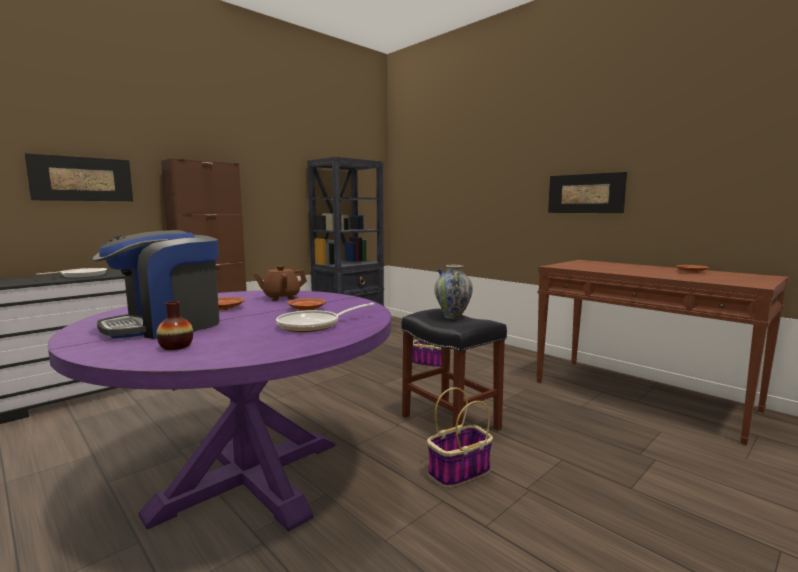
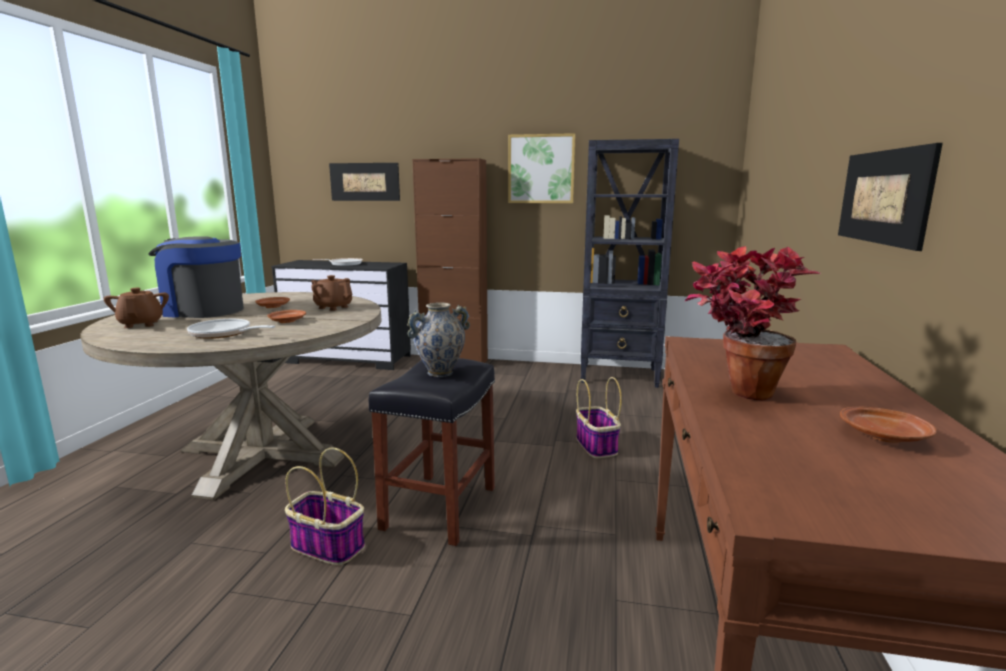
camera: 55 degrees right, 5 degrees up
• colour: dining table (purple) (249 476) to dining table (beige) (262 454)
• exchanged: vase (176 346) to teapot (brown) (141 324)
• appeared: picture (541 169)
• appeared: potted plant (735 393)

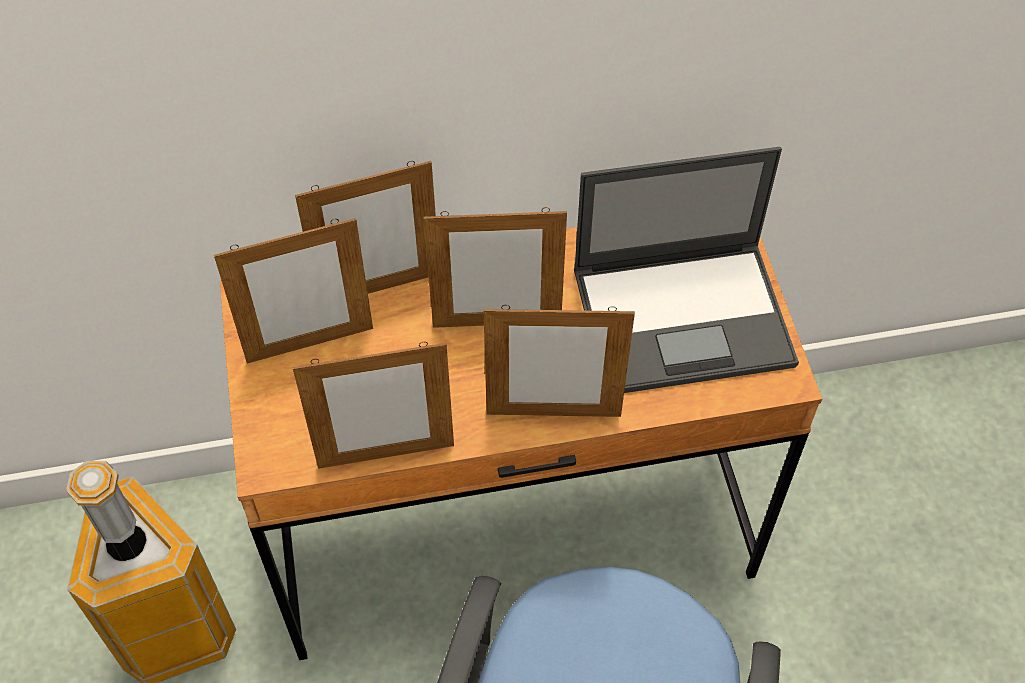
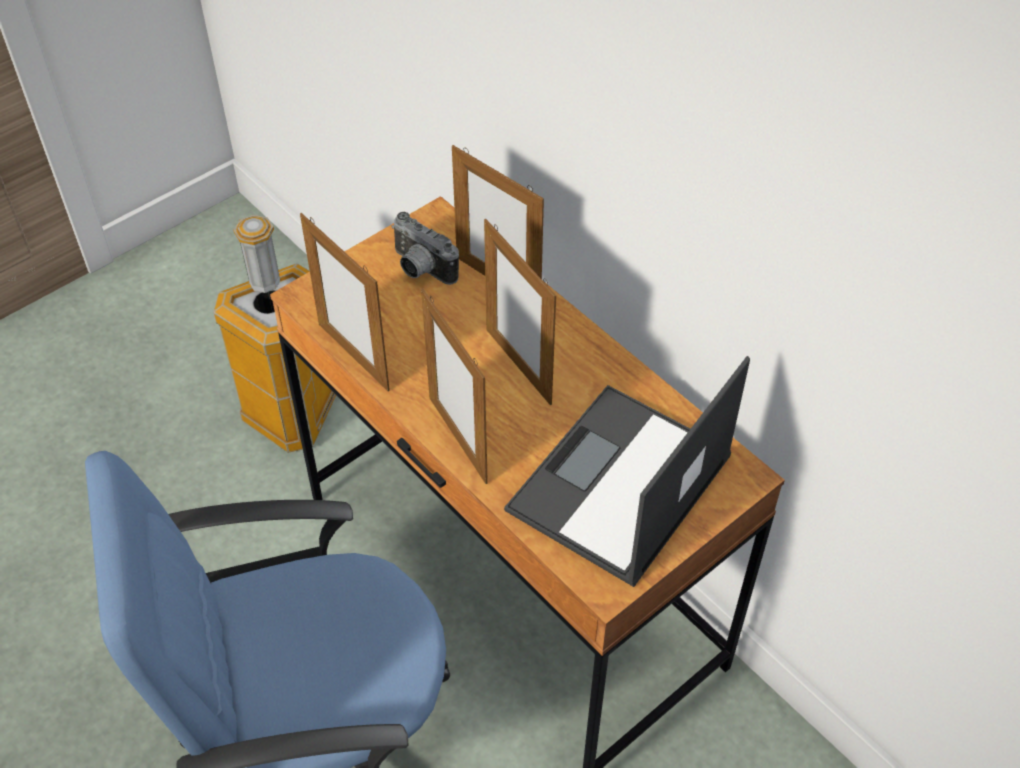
camera: 60 degrees right, 5 degrees down
• exchanged: picture frame (310 345) to photo camera (420 269)
• spun: laptop (685 317) = (618 486) 75 degrees clockwise

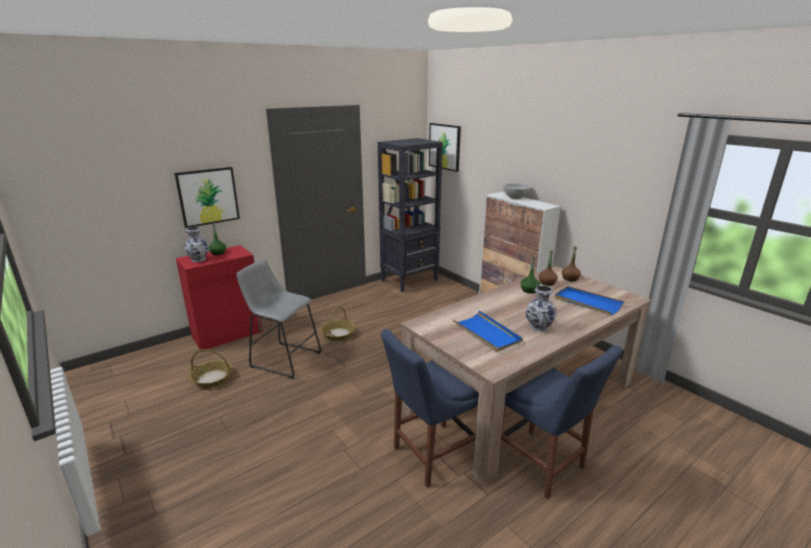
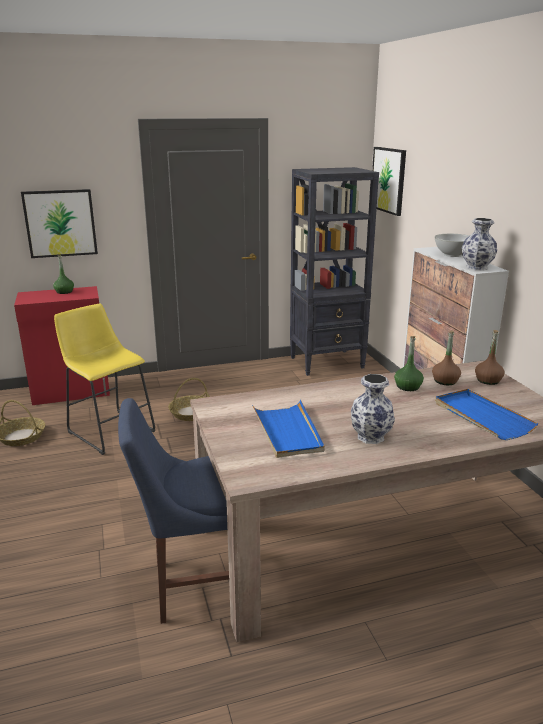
camera: 20 degrees right, 0 degrees up
• colour: stool (grey) (283 358) to stool (yellow) (109 430)
• relocated: vase (198 259) to (477 268)
• missing: chair (blue) (542 465)

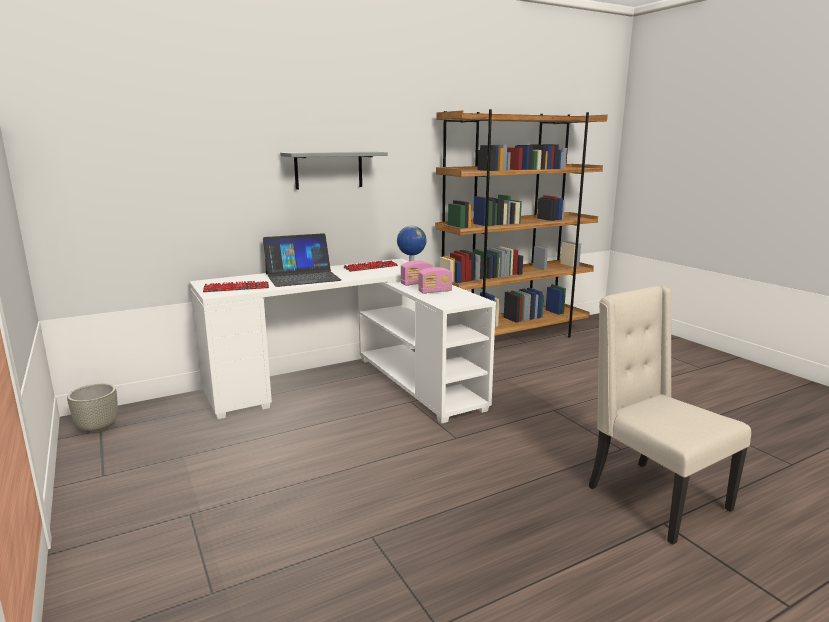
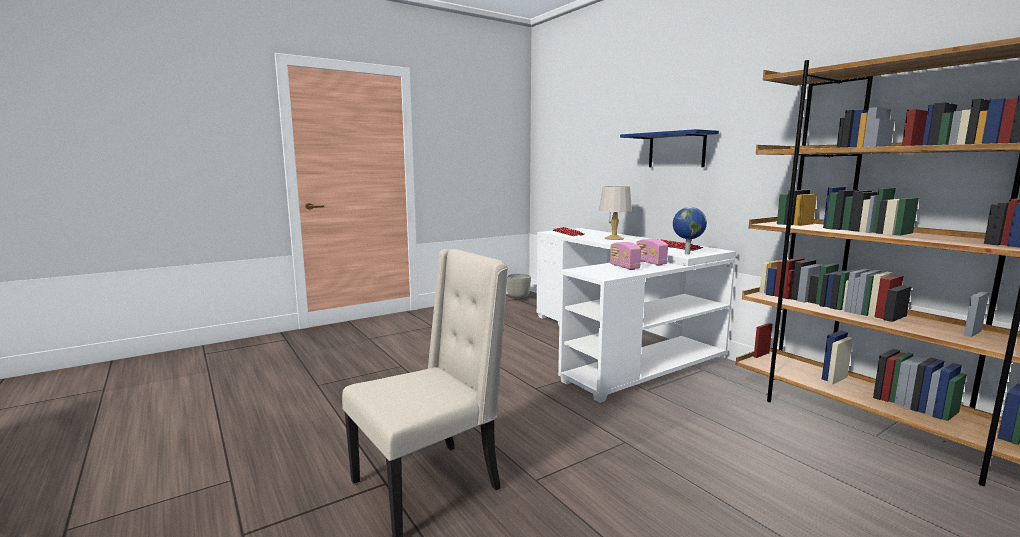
camera: 85 degrees right, 5 degrees down
• exchanged: laptop (302 277) to table lamp (grey) (614 238)
• colour: shelf (grey) (328 170) to shelf (blue) (676 150)

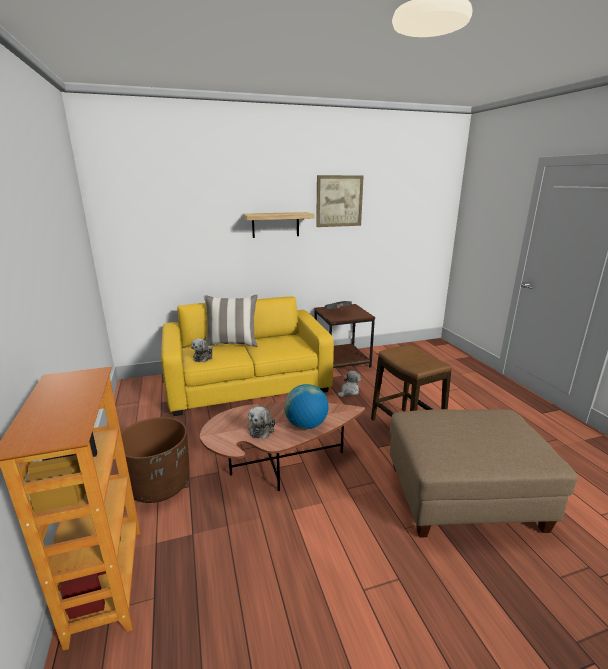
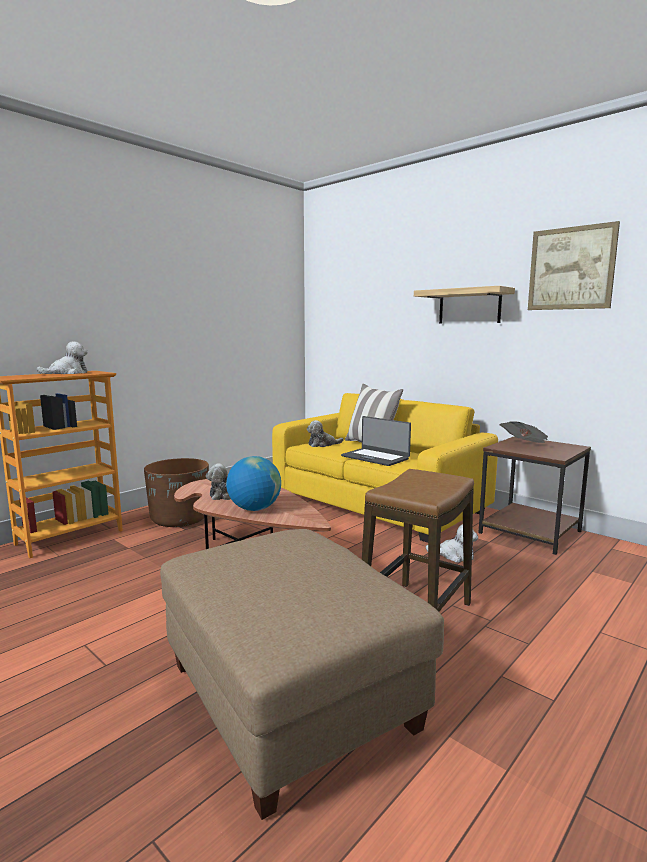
camera: 60 degrees right, 10 degrees down
• appeared: plush toy (67 373)
• appeared: laptop (375 457)

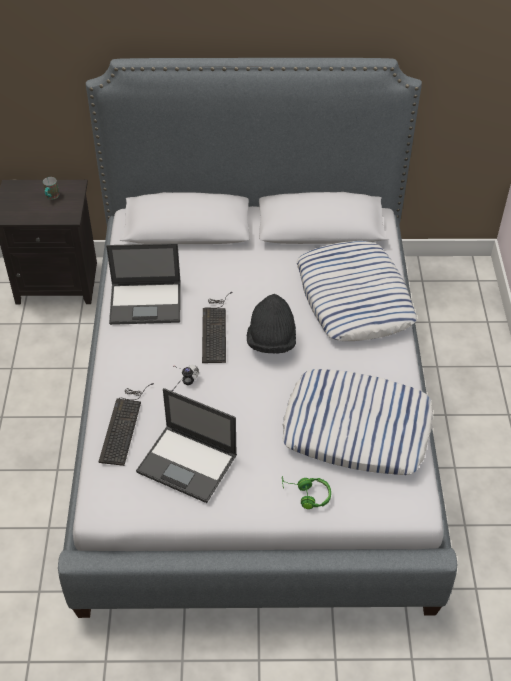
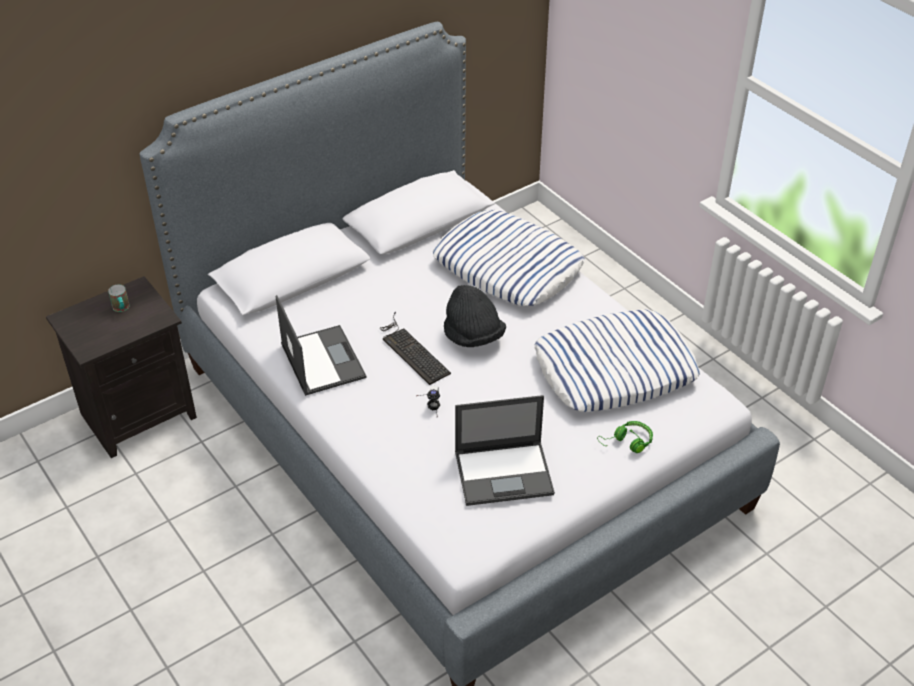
camera: 35 degrees left, 5 degrees down
• spun: laptop (146 303) = (322 360) 75 degrees counterclockwise
• missing: keyboard (124 423)

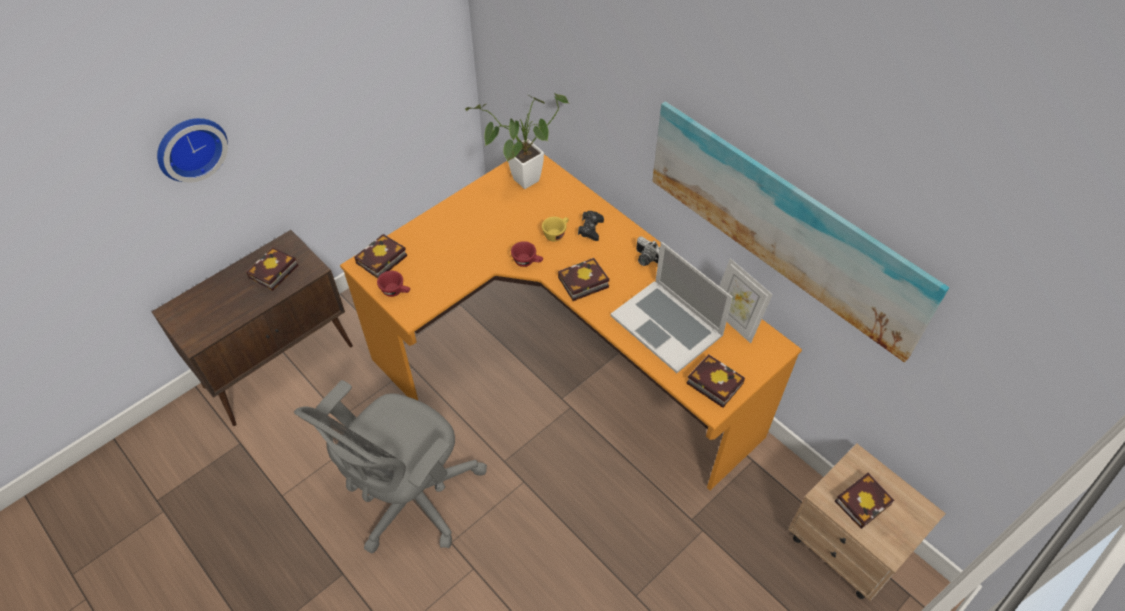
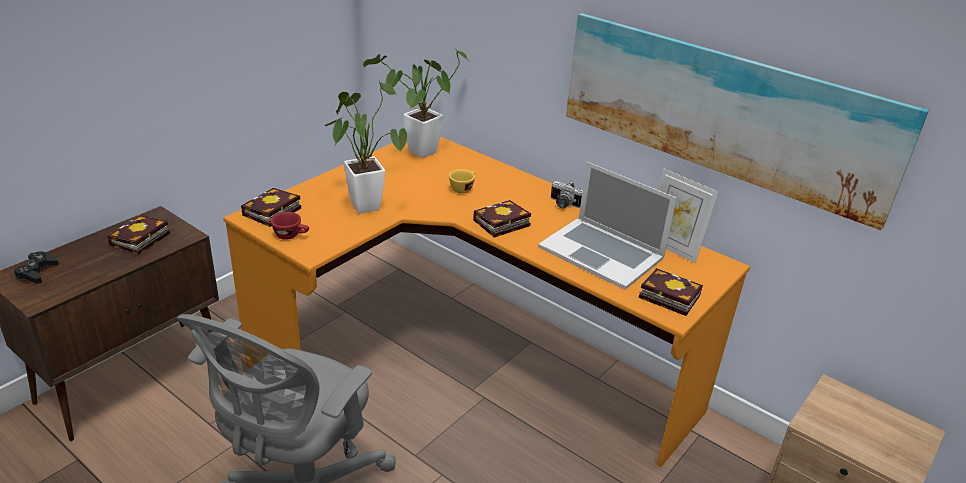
camera: 10 degrees left, 20 degrees down
• relocated: game controller (black) (590 228) to (37 272)
• appeared: potted plant (363 203)
• missing: wall clock (190 147)
• missing: cup (red) (527 261)
• missing: book (863 501)

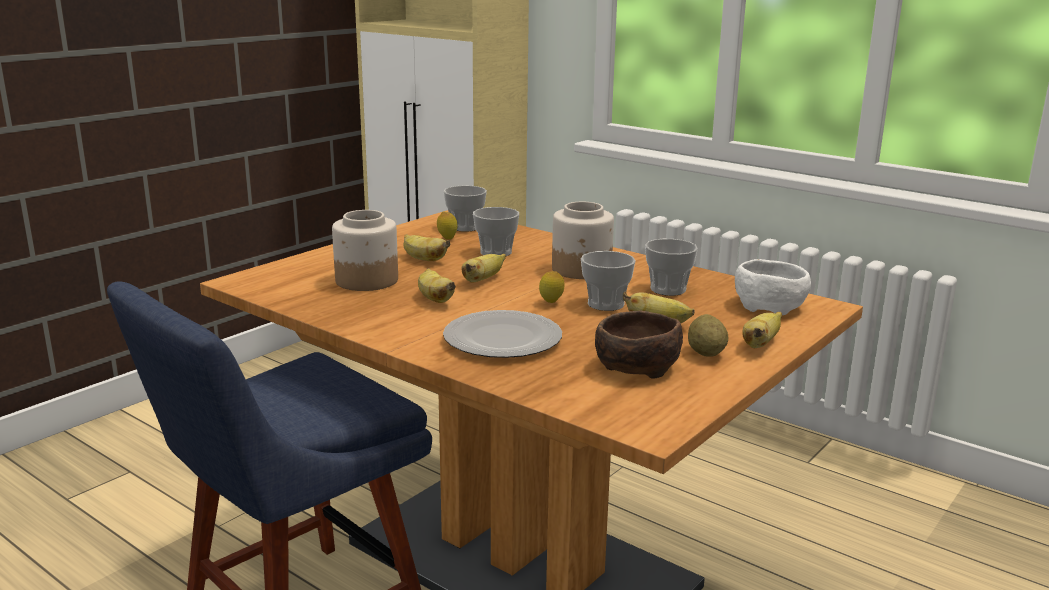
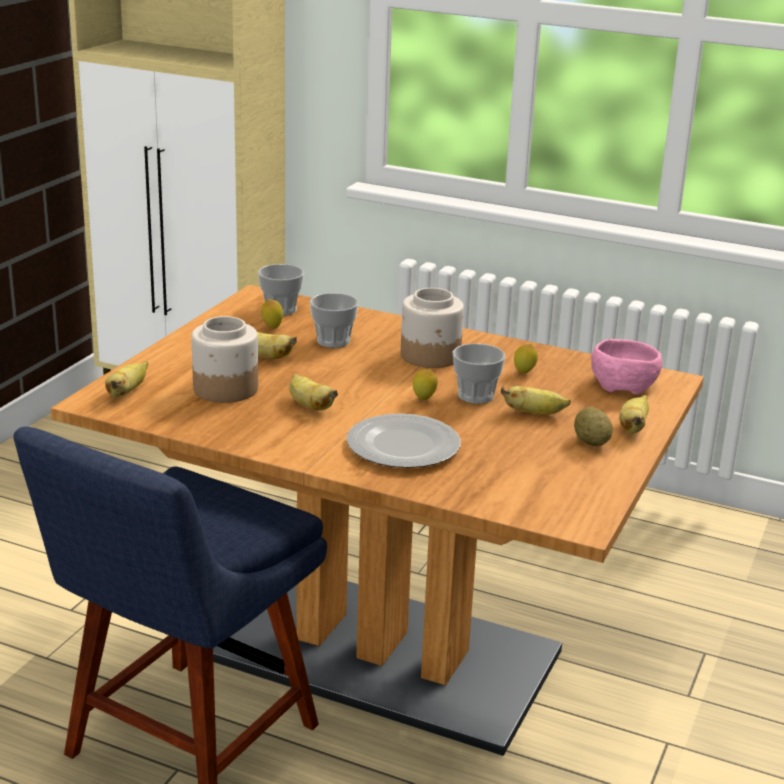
camera: 15 degrees left, 5 degrees up
• relocated: banana (482 280) to (126 392)
• exchanged: cup (668 289) to lemon (524 373)
• colour: bowl (white) (768 305) to bowl (pink) (622 383)
• missing: bowl (brown) (634 367)

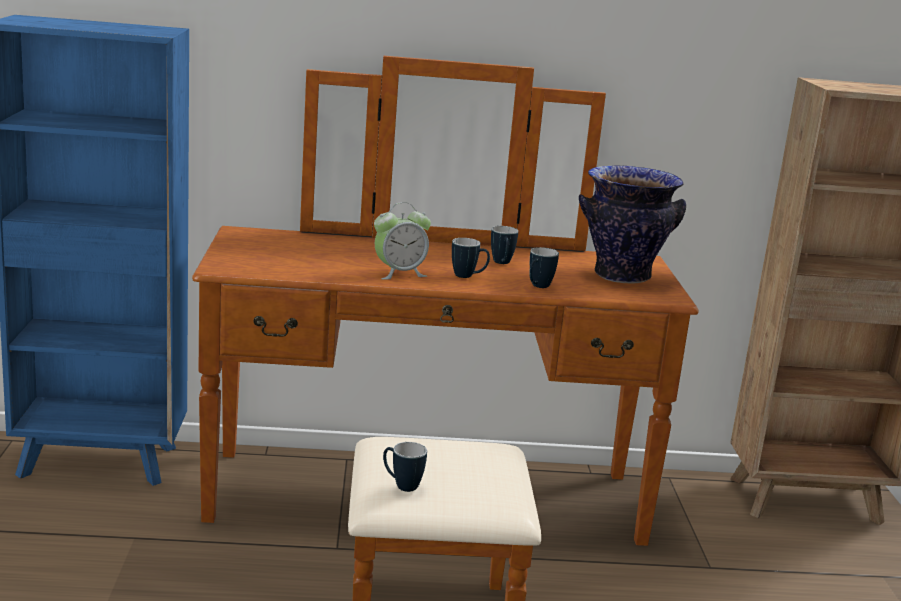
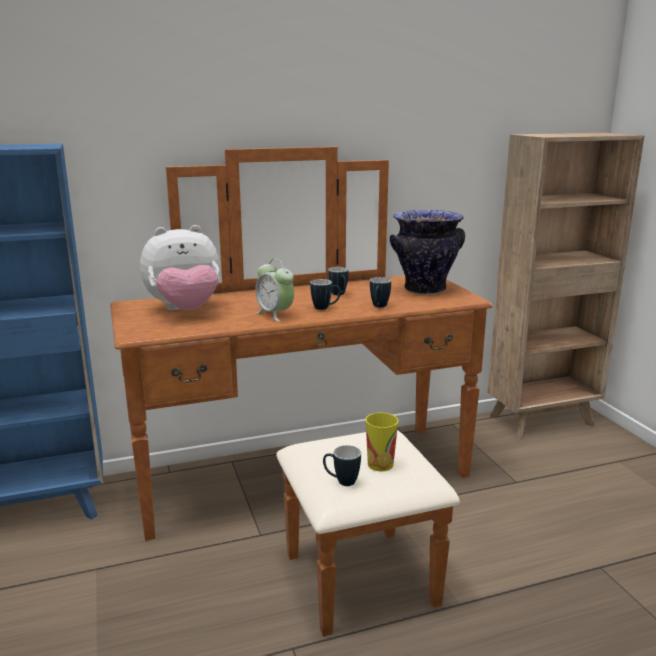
camera: 15 degrees left, 0 degrees up
• appeared: plush toy (185 310)
• spun: alarm clock (399 273) = (275 314) 90 degrees clockwise
• appeared: cup (380 464)

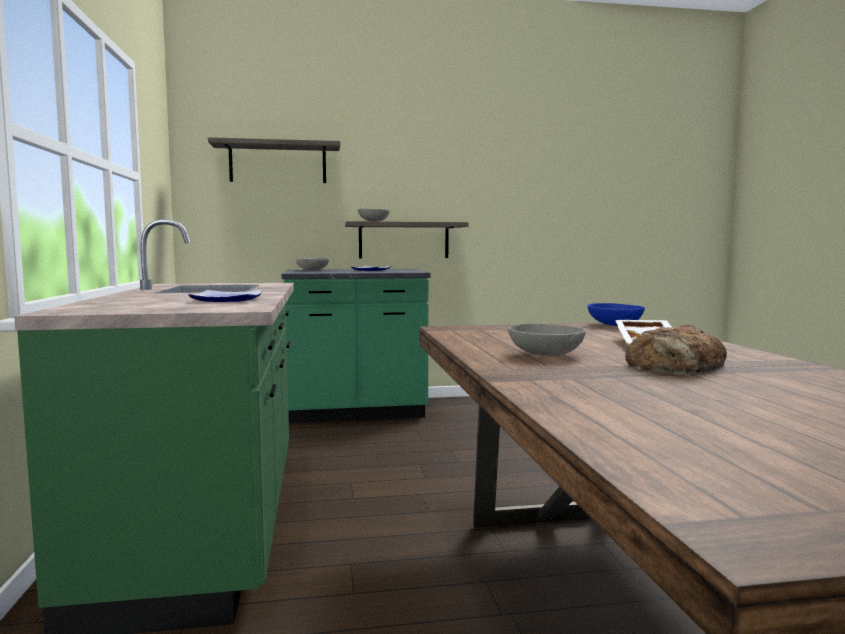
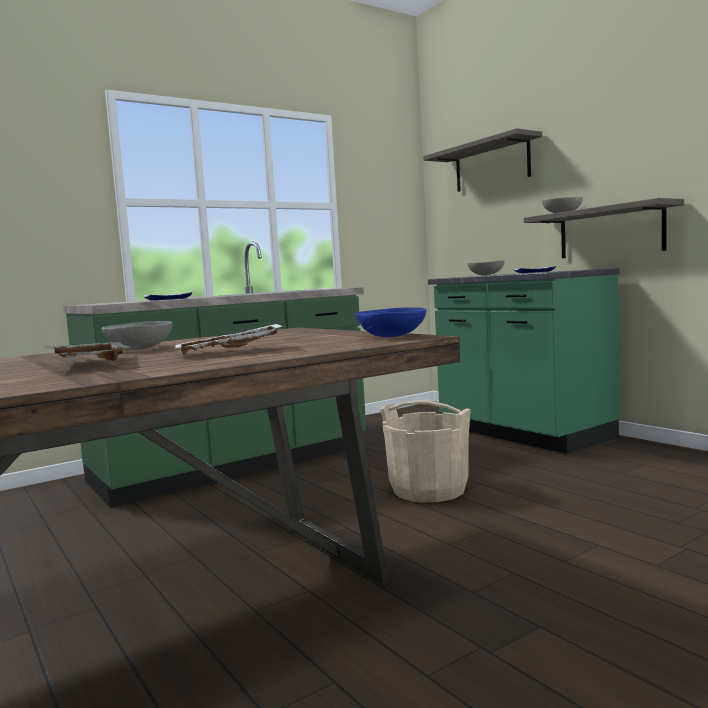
camera: 65 degrees right, 0 degrees up
• exchanged: bread (676 366) to tray (white) (90 364)
• appeared: bucket (beige) (429 490)

